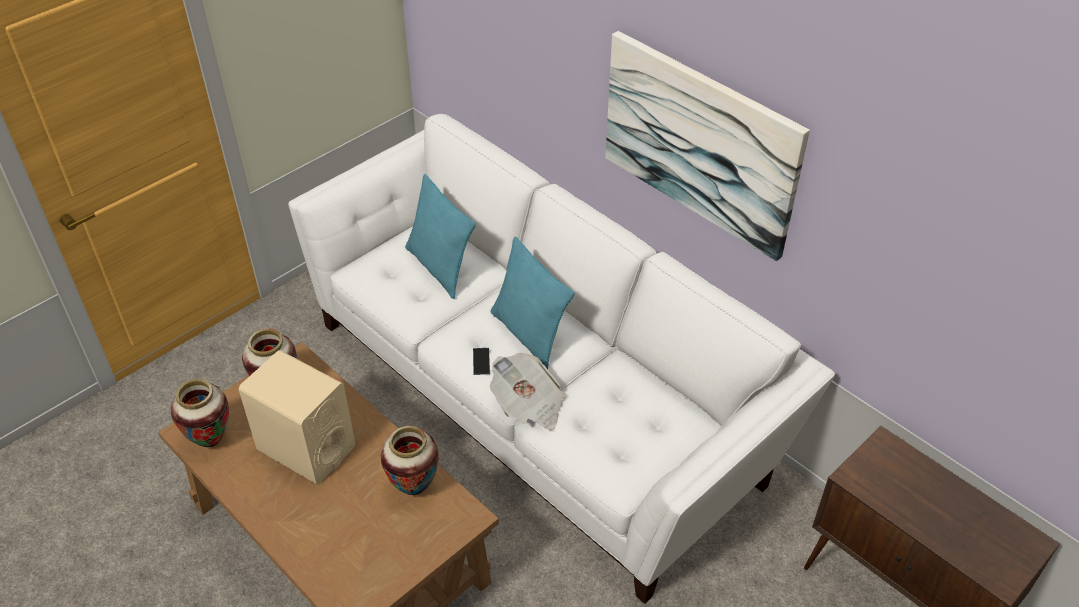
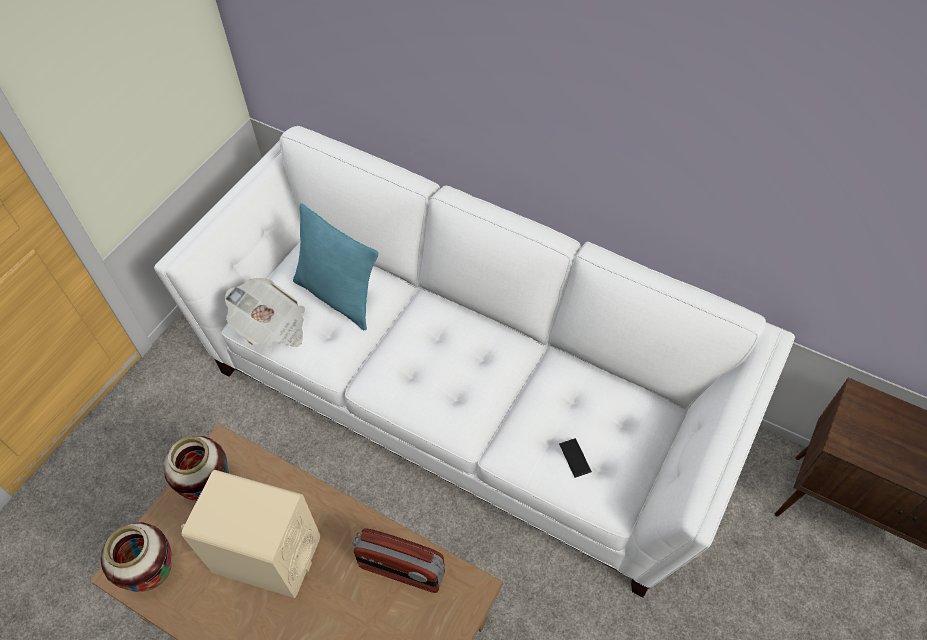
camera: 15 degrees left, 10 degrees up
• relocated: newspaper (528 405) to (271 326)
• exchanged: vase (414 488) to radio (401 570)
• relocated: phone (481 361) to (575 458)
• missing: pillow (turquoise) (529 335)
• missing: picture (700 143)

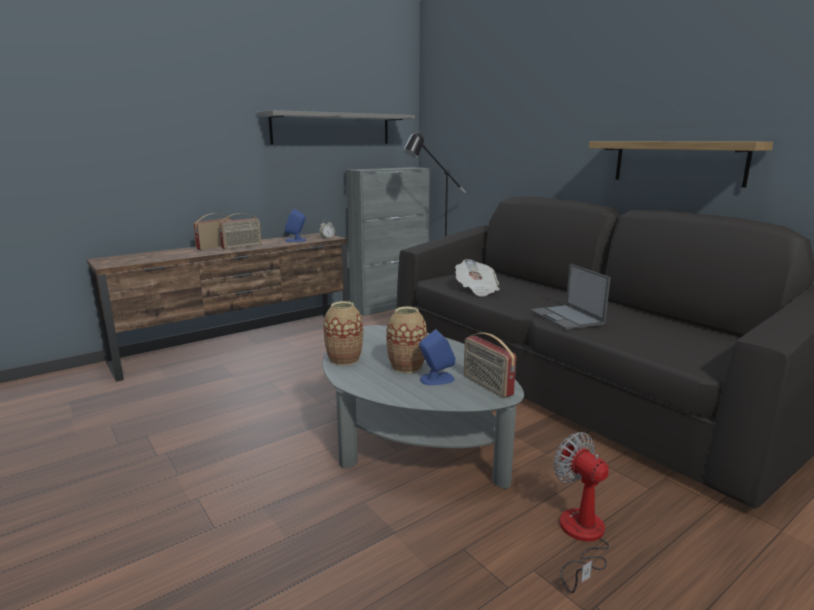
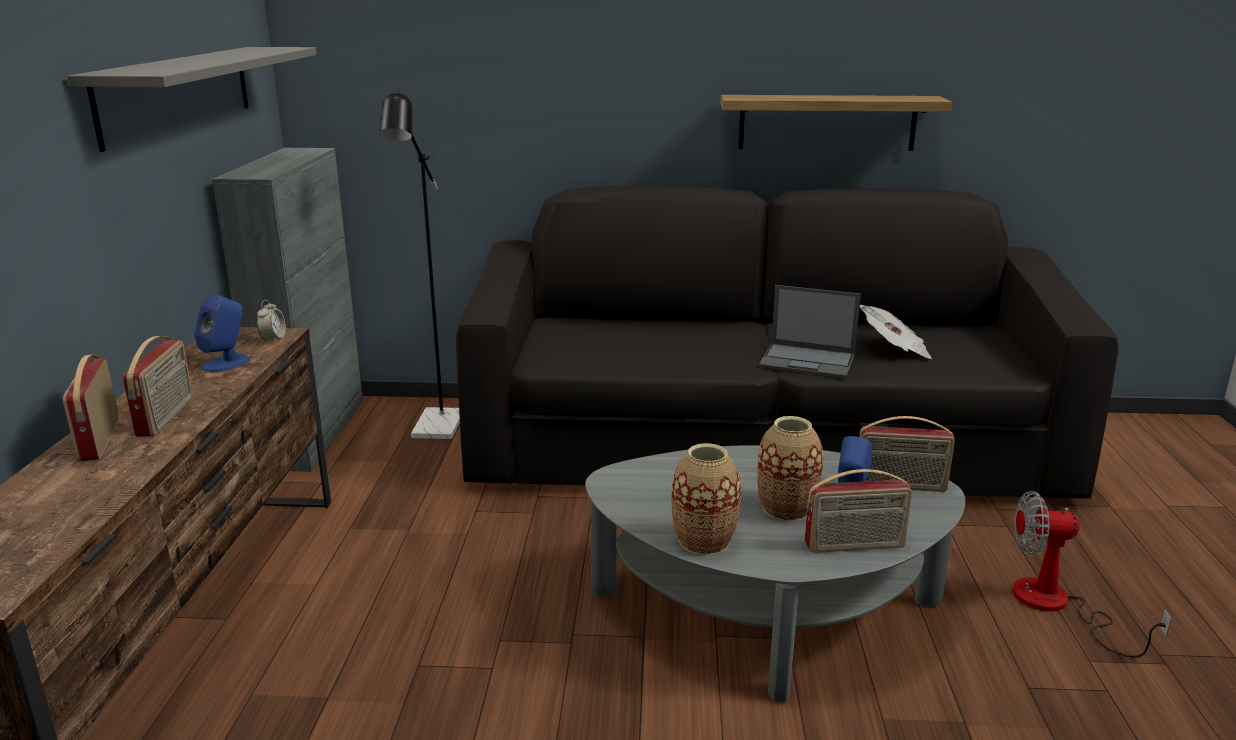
camera: 50 degrees left, 5 degrees up
• appeared: radio (855 546)
• relocated: newspaper (476 290) to (894 350)

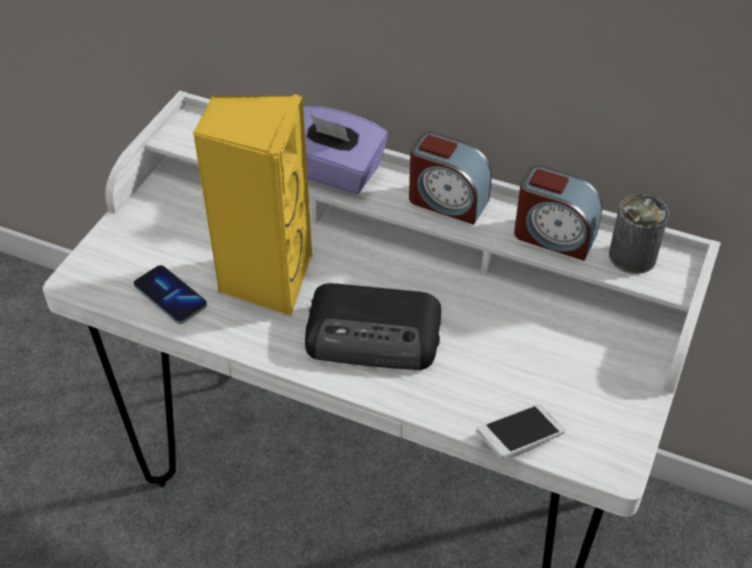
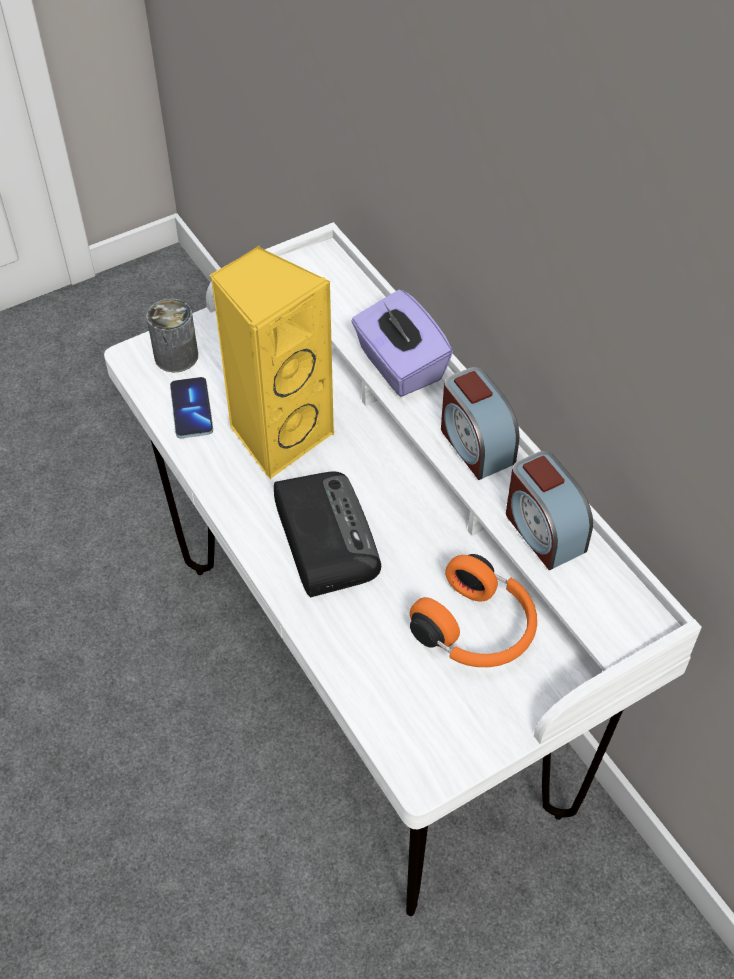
camera: 35 degrees right, 5 degrees up
• relocated: can (632 256) to (176 356)
• spun: radio (375 335) = (323 535) 150 degrees counterclockwise
• appeared: headphones (orange) (476 630)
• missing: phone (519 439)

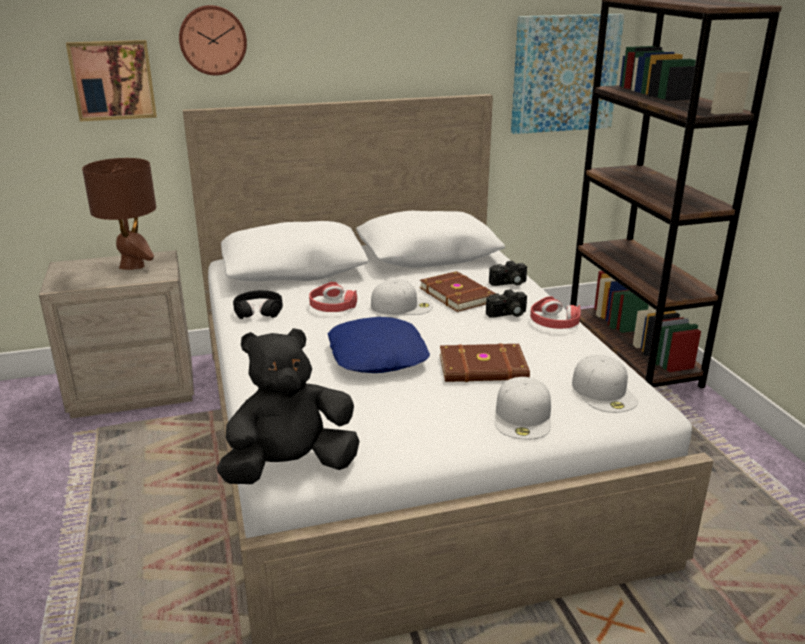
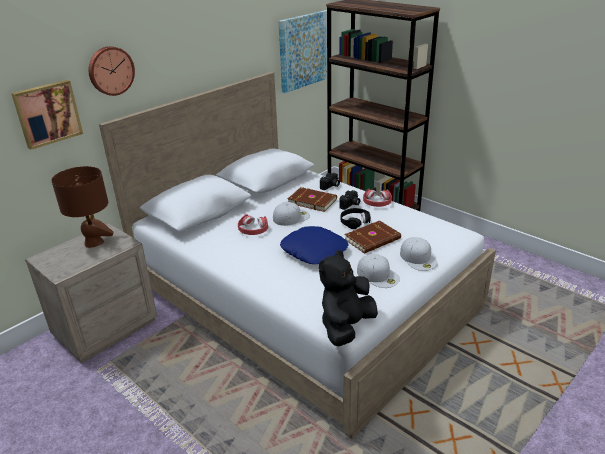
camera: 30 degrees left, 5 degrees up
• relocated: headphones (black) (258 311) to (354 221)
• relocated: cap (white) (604 392) to (378 275)

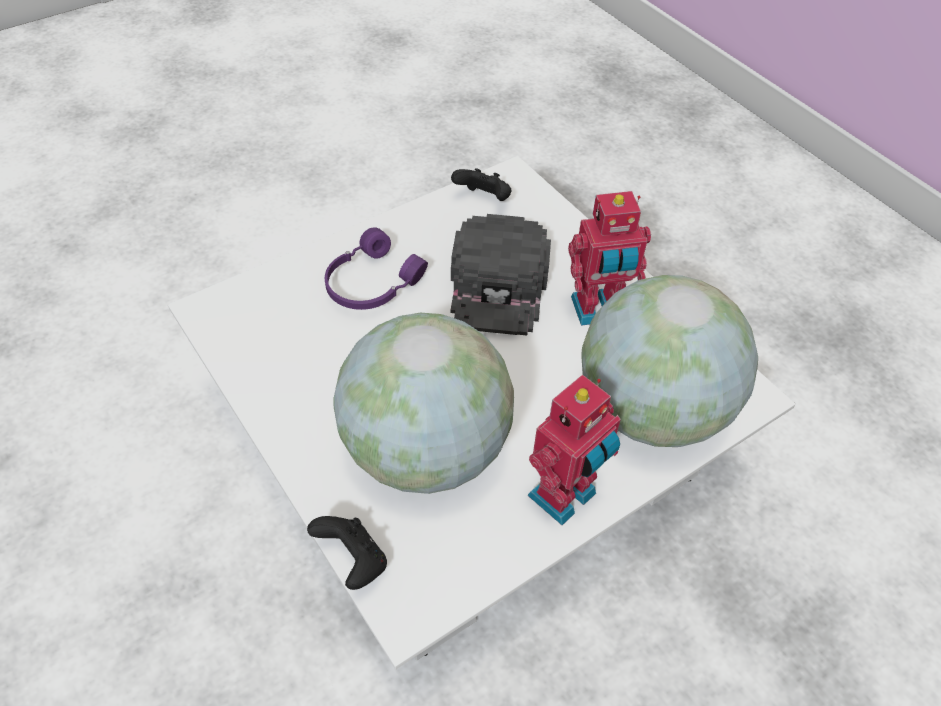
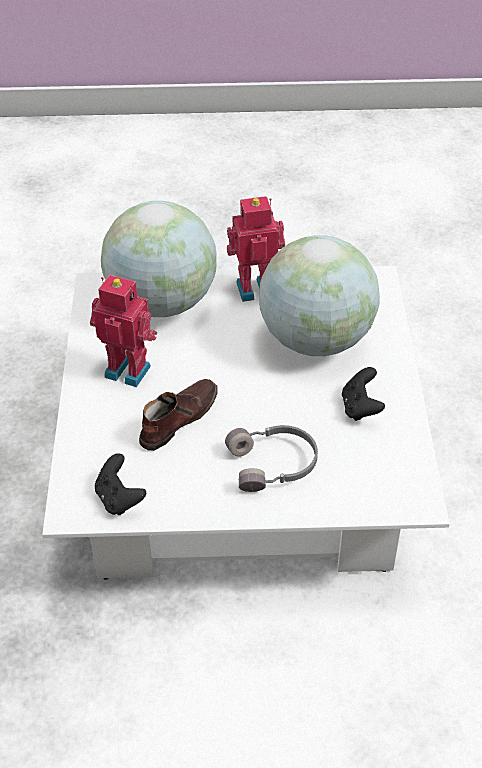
camera: 145 degrees left, 5 degrees down
• exchanged: cap (black) (499 284) to shoe (brown) (178 419)
• colour: headphones (purple) (371 283) to headphones (grey) (274 465)
• relocated: game controller (black) (353 561) to (360 408)

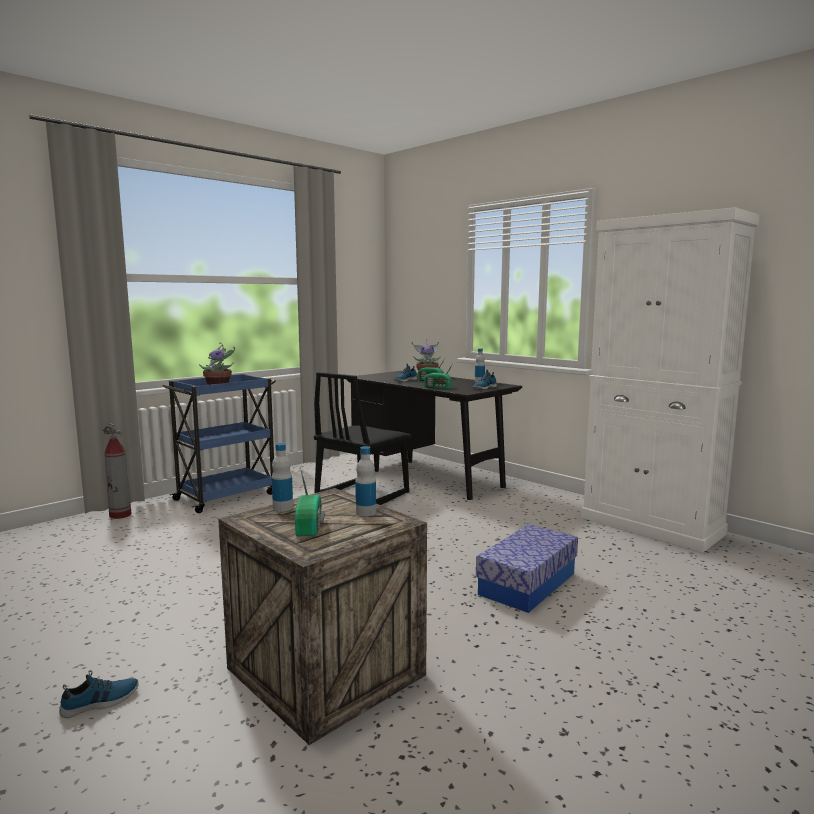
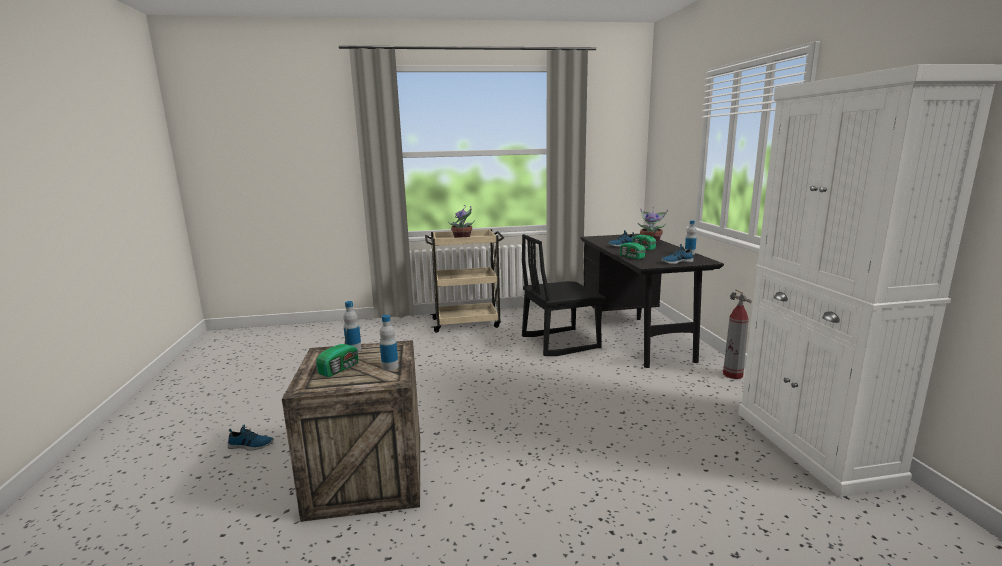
camera: 35 degrees right, 5 degrees up
• colour: cart (blue) (227 496) to cart (beige) (467 323)
• relocated: fire extinguisher (120 515) to (733 375)
• missing: storage box (527 584)

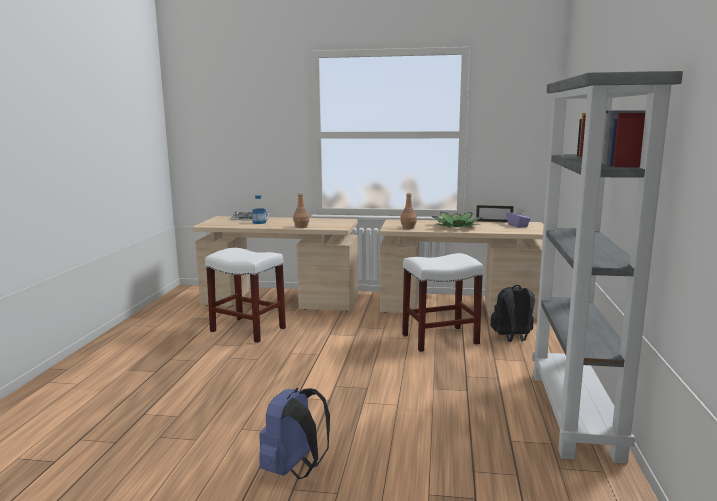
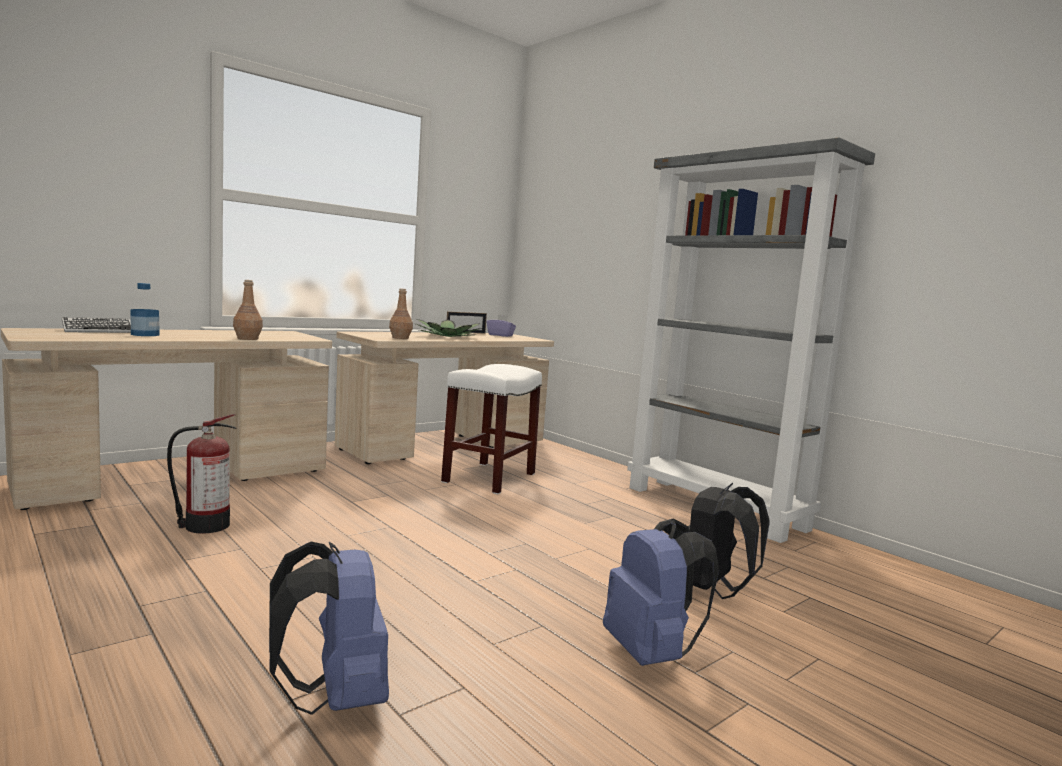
camera: 50 degrees left, 5 degrees down
• exchanged: stool (white) (247 330) to fire extinguisher (204 526)
• appeared: backpack (blue) (335 698)
• relocated: backpack (black) (512 338) to (711 589)

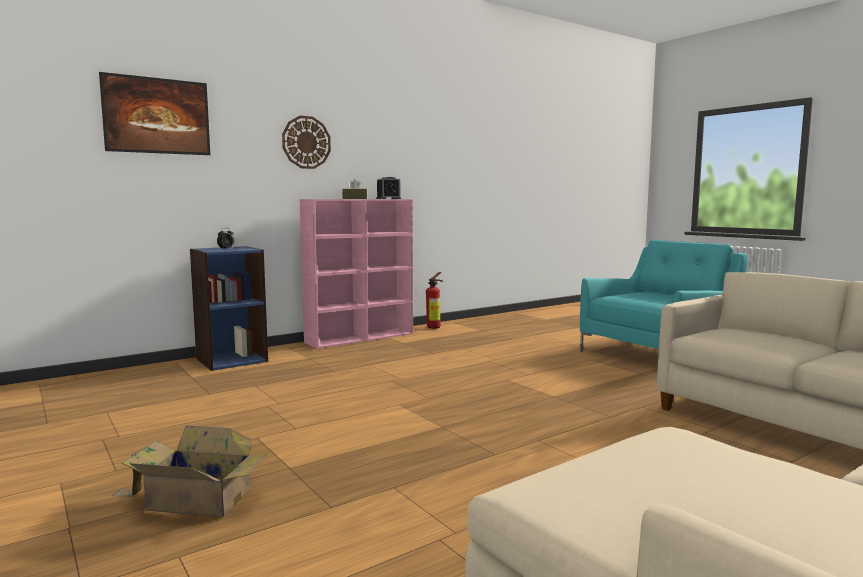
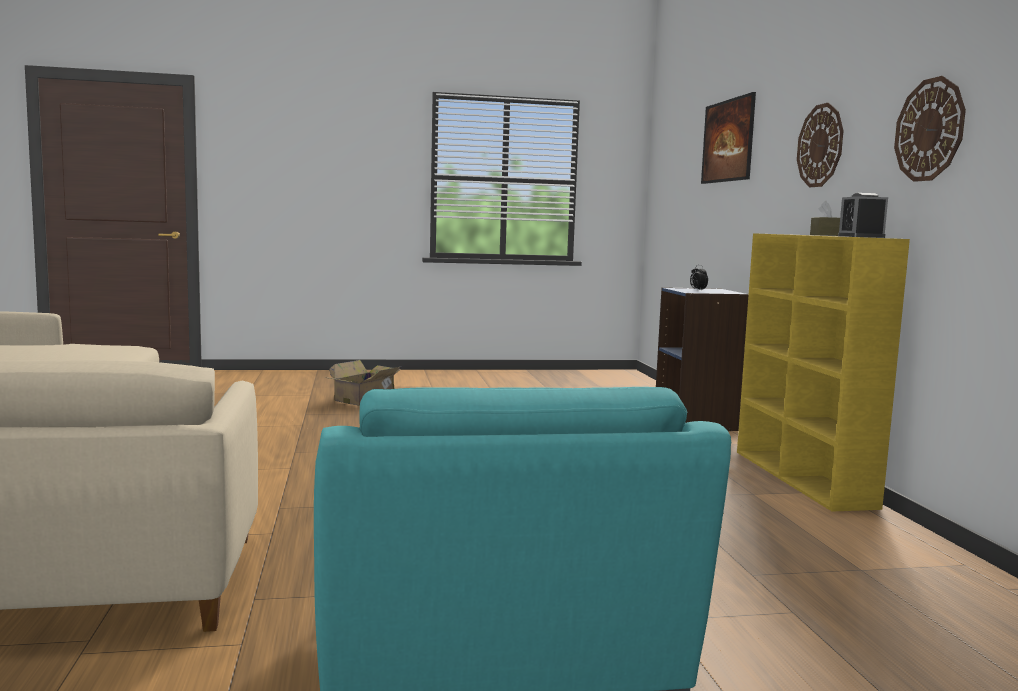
camera: 115 degrees right, 0 degrees up
• colour: bookcase (pink) (361 338) to bookcase (yellow) (803 478)
• appeared: wall clock (929 130)
• missing: fire extinguisher (435 327)

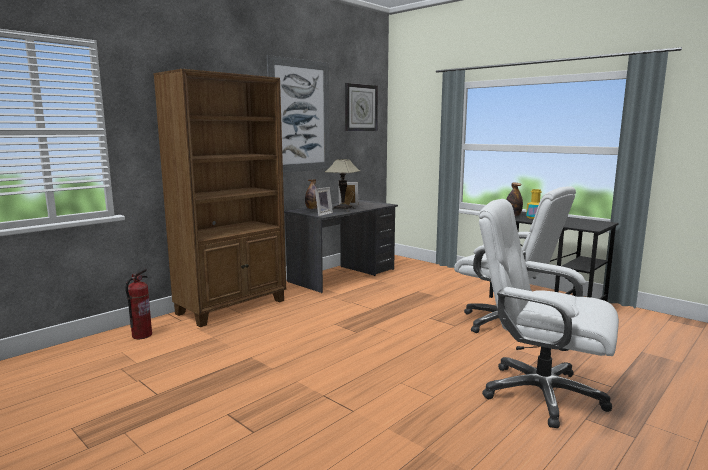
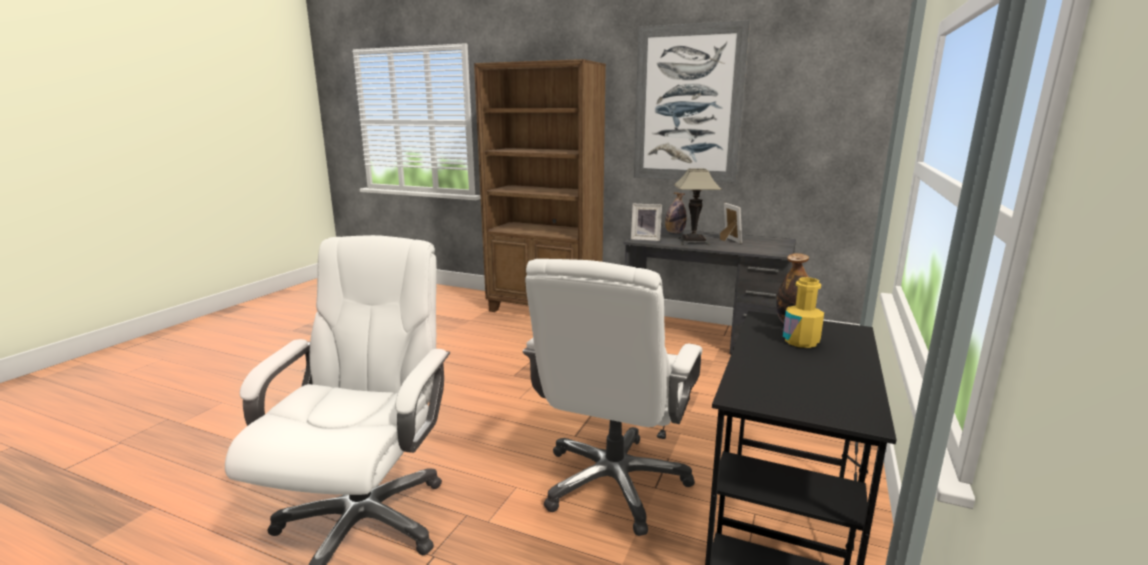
camera: 70 degrees right, 5 degrees up
• missing: fire extinguisher (142 335)
• missing: wall clock (360 108)

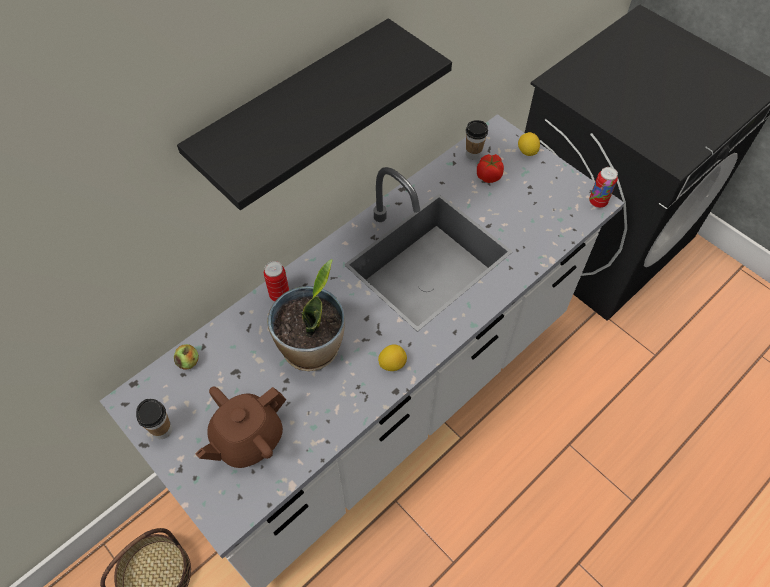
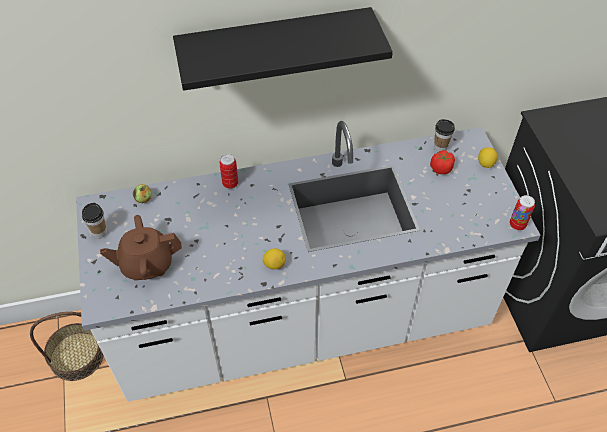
camera: 30 degrees right, 5 degrees down
• missing: potted plant (312 348)

